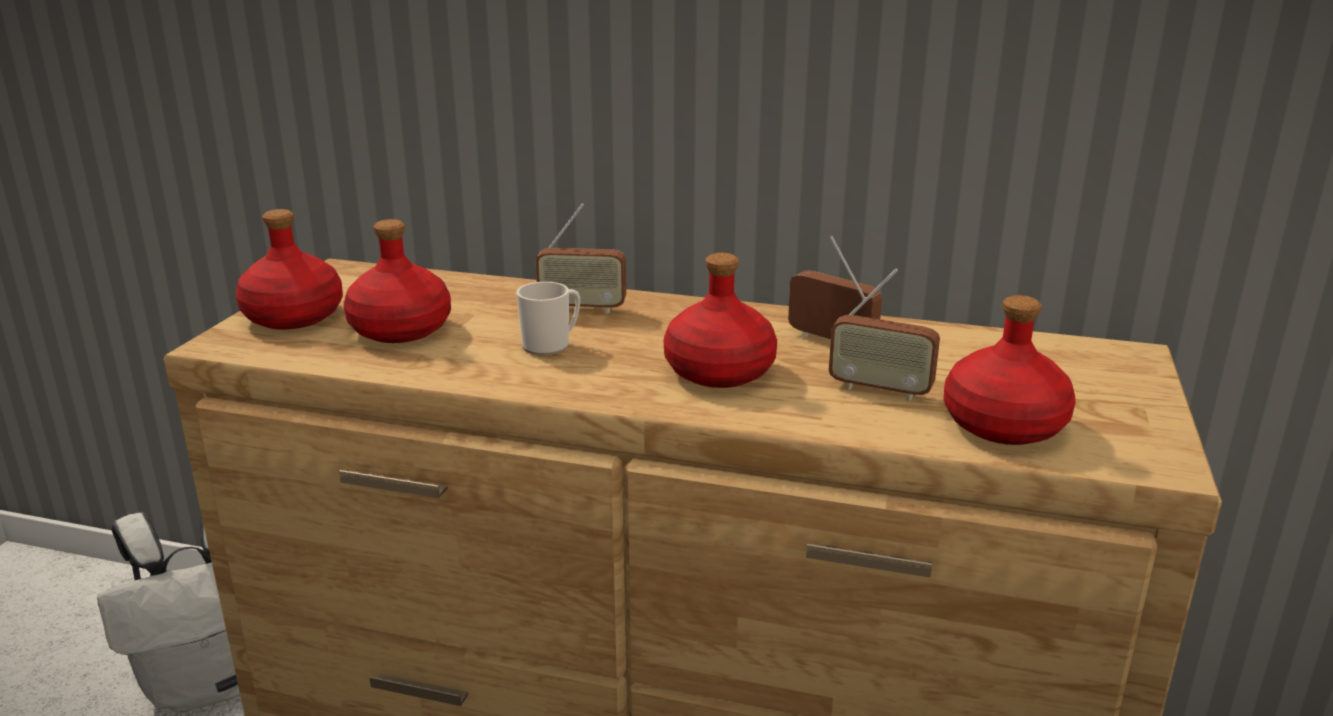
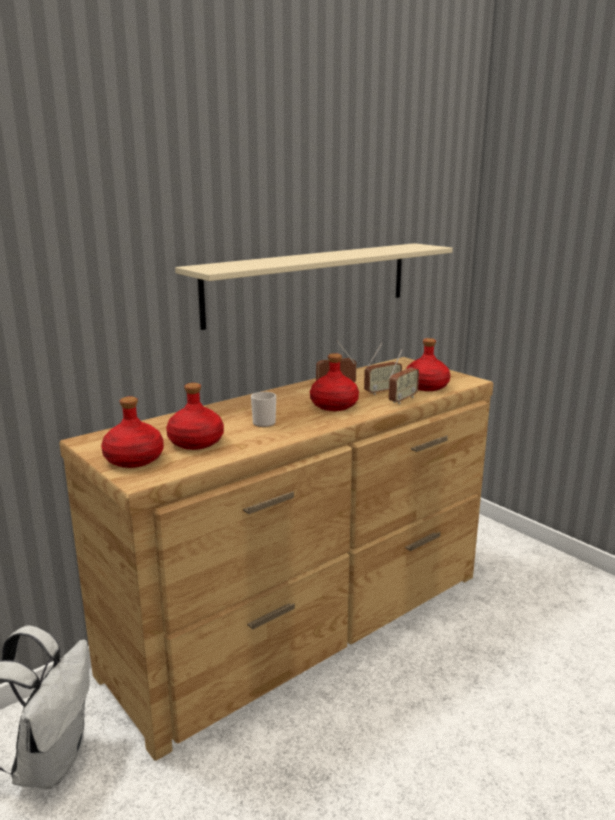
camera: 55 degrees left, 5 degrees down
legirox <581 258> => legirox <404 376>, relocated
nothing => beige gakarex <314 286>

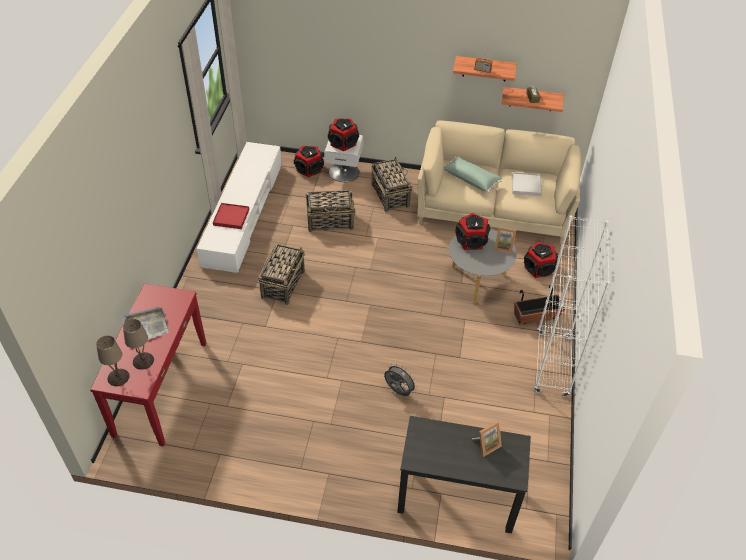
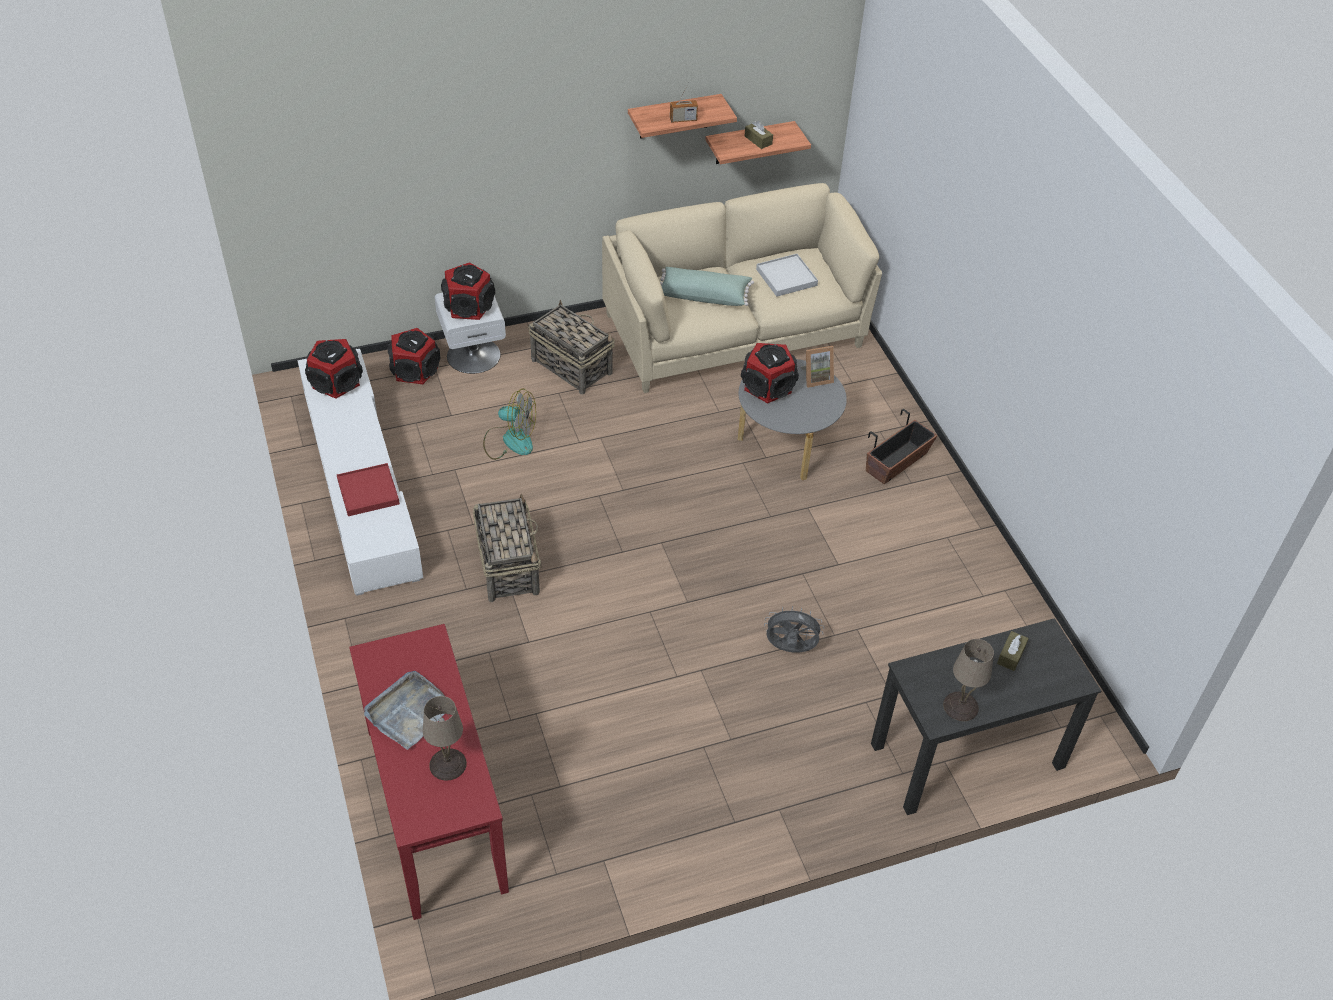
camera: 30 degrees left, 0 degrees up
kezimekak <330 211> => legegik <509 424>
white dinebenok <572 306> => nothing
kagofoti <541 260> => kagofoti <334 369>, relocated
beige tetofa <112 360> => beige tetofa <968 680>, relocated
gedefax <487 439> => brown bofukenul <1013 651>

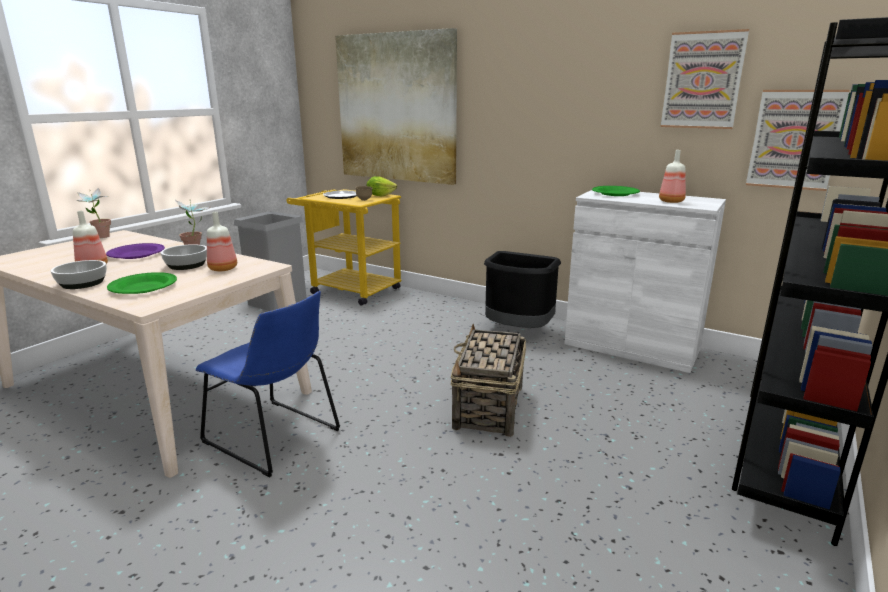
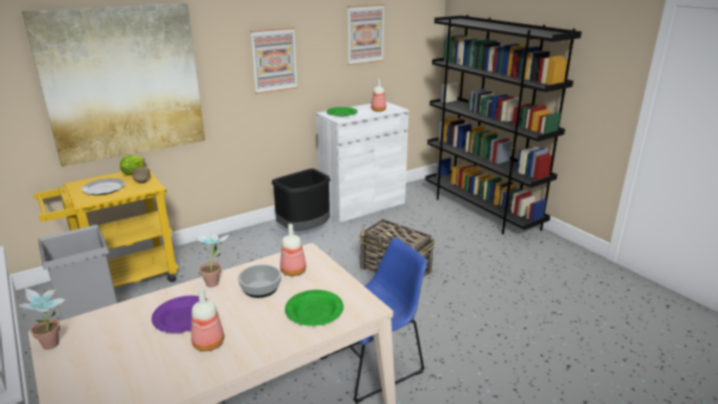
camera: 65 degrees left, 5 degrees up
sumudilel <797 140> => sumudilel <274 60>, relocated
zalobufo <79 274> => nothing

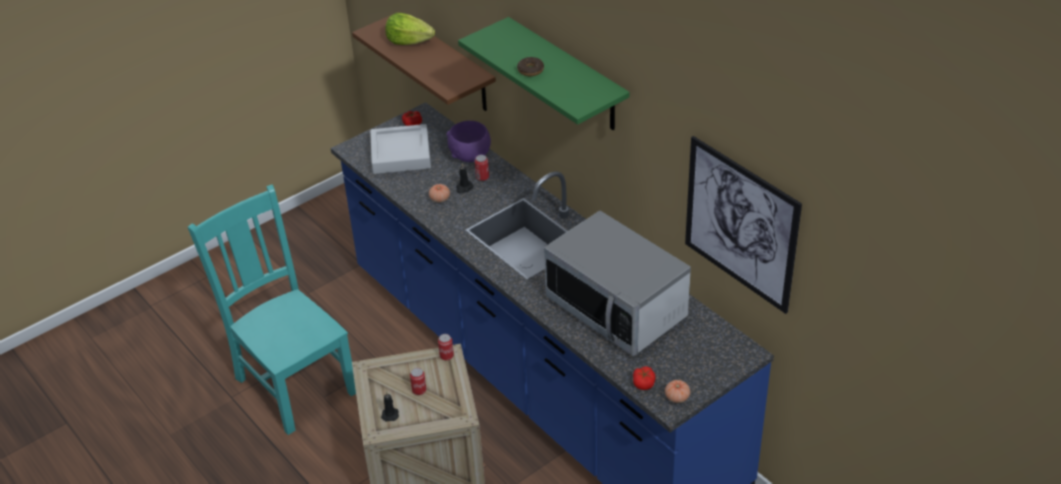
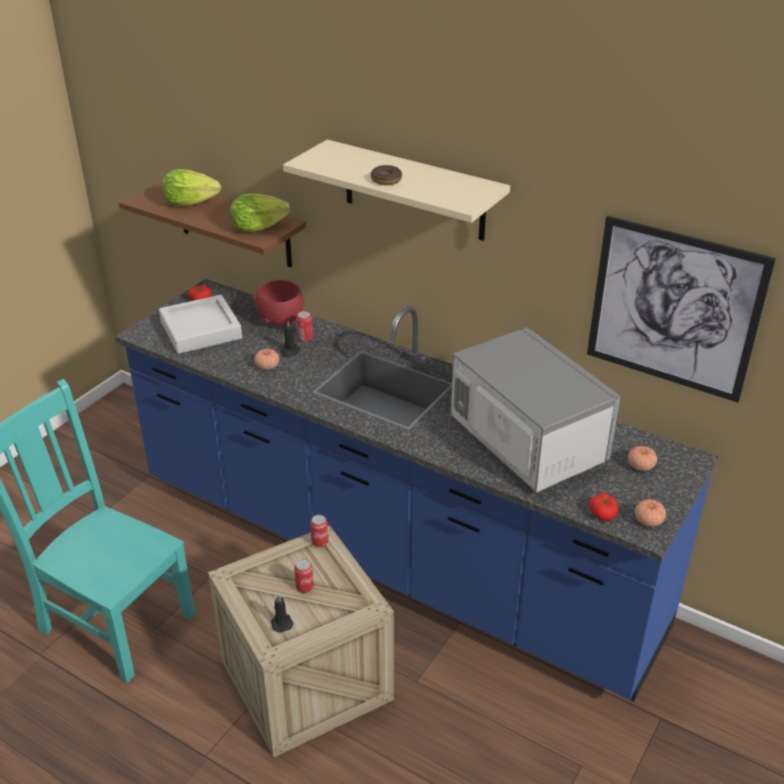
camera: 20 degrees left, 5 degrees down
green gakarex <544 73> => beige gakarex <396 190>
purple zalobufo <468 141> => red zalobufo <278 303>
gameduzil <617 283> => gameduzil <535 410>, 150 degrees counterclockwise
nothing => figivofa <260 213>
nothing => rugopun <642 458>

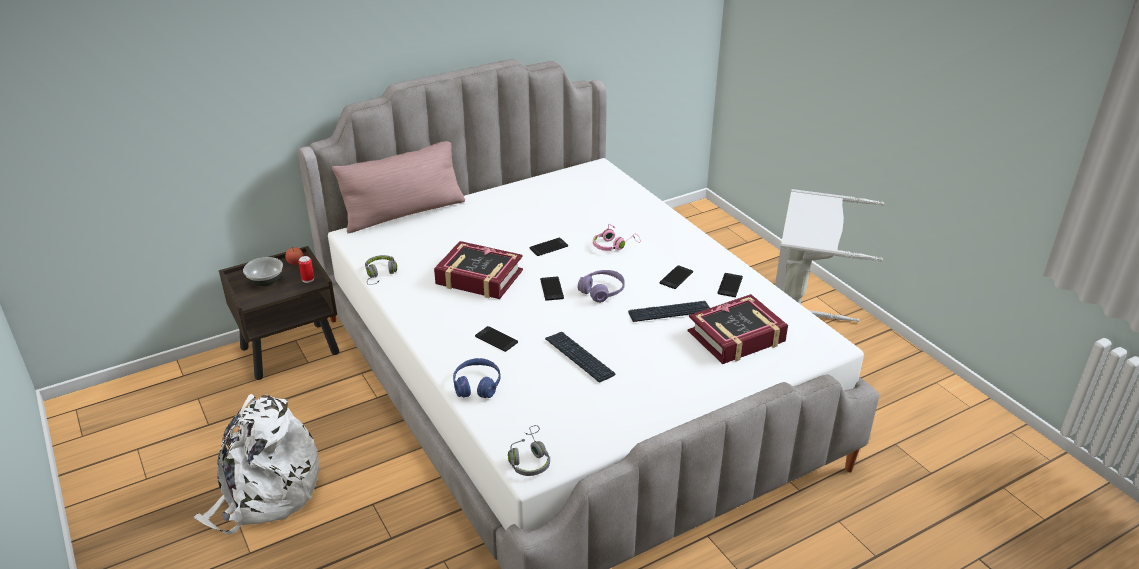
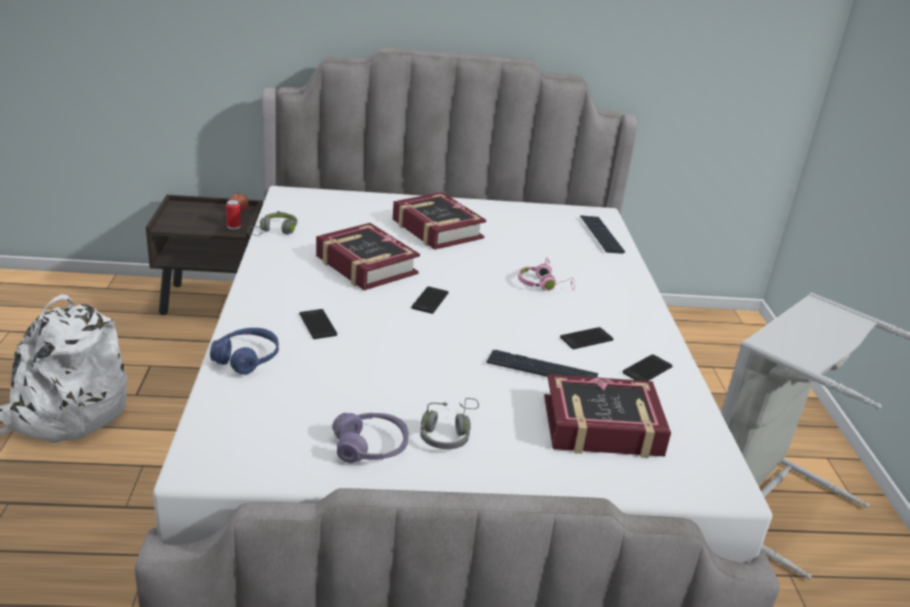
camera: 25 degrees right, 5 degrees down
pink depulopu <398 187> => nothing
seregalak <549 247> => nothing
zalobufo <263 271> => nothing
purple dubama <601 286> => purple dubama <370 438>, relocated
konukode <580 357> => konukode <602 234>, relocated
grey dubama <529 450> => grey dubama <449 423>, relocated
nothing => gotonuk <439 221>

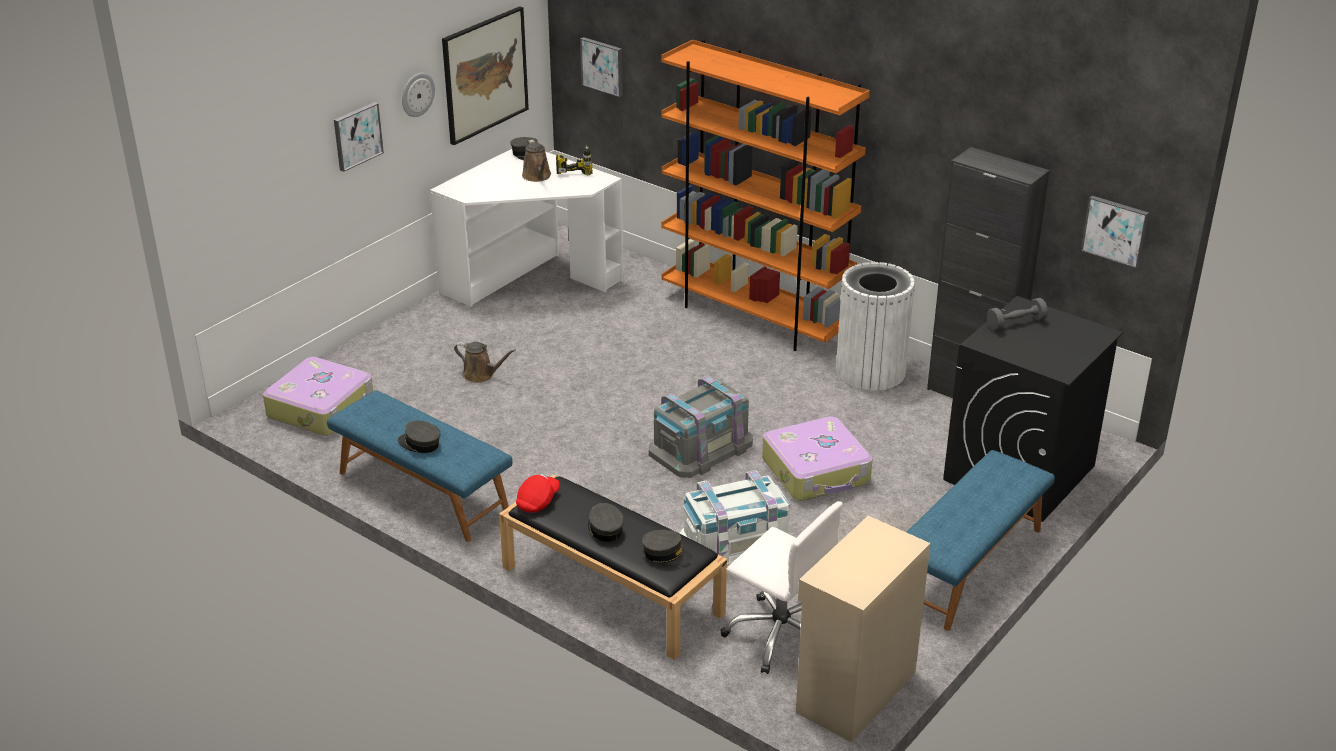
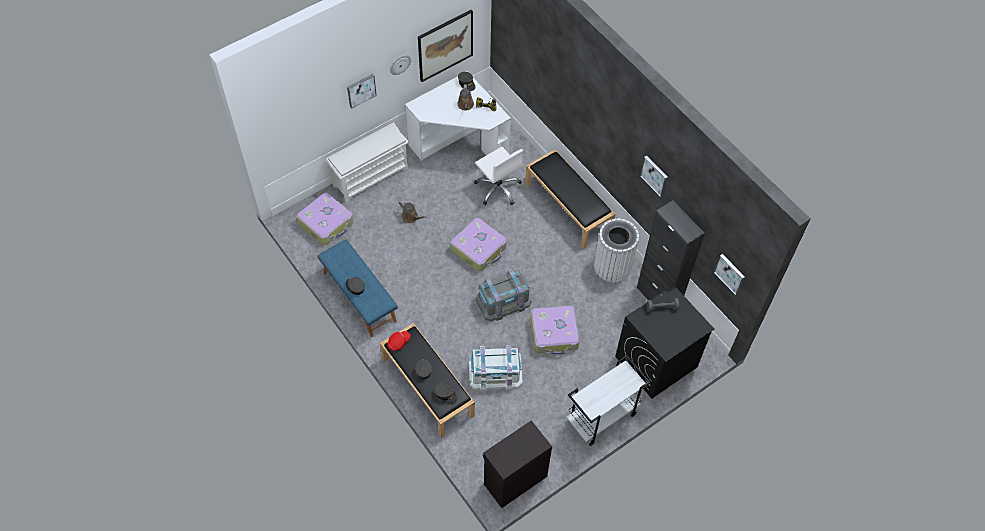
camera: 15 degrees right, 25 degrees up
sumudilel <601 67> => sumudilel <654 176>, relocated
orange dinebenok <765 195> => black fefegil <570 199>
blue fefegil <980 540> => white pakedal <608 400>
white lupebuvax <782 587> => white lupebuvax <498 176>, relocated
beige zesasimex <863 629> => black zesasimex <517 464>
nothing => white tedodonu <367 163>
nothing => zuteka <478 245>

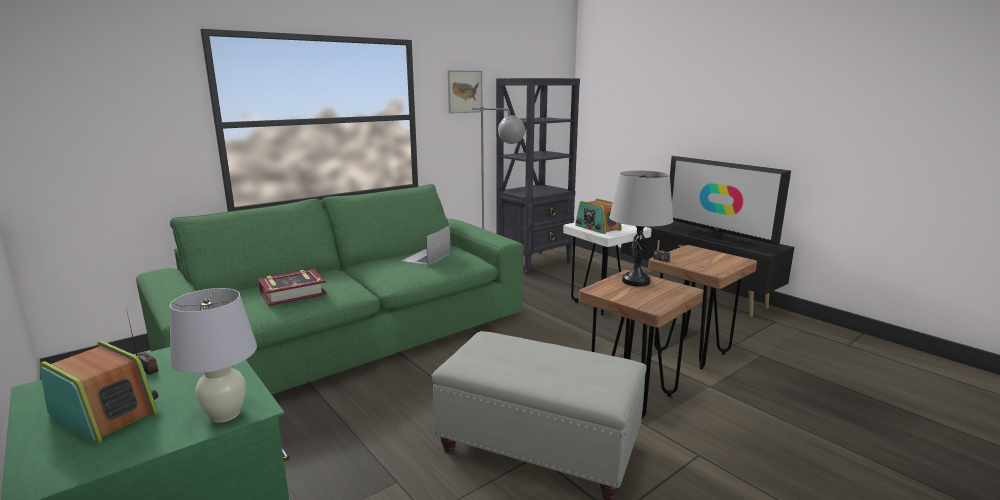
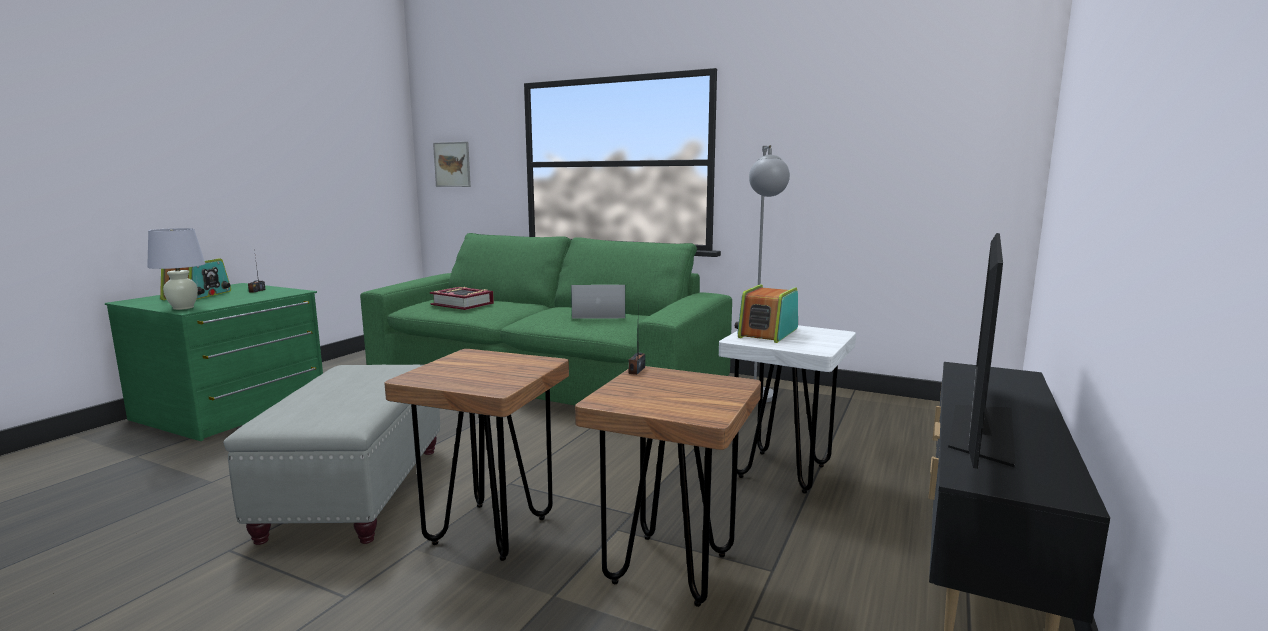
camera: 65 degrees right, 5 degrees down
sumudilel <465 92> => sumudilel <452 164>, relocated
black dinebenok <538 176> => nothing
grey tetofa <641 228> => nothing

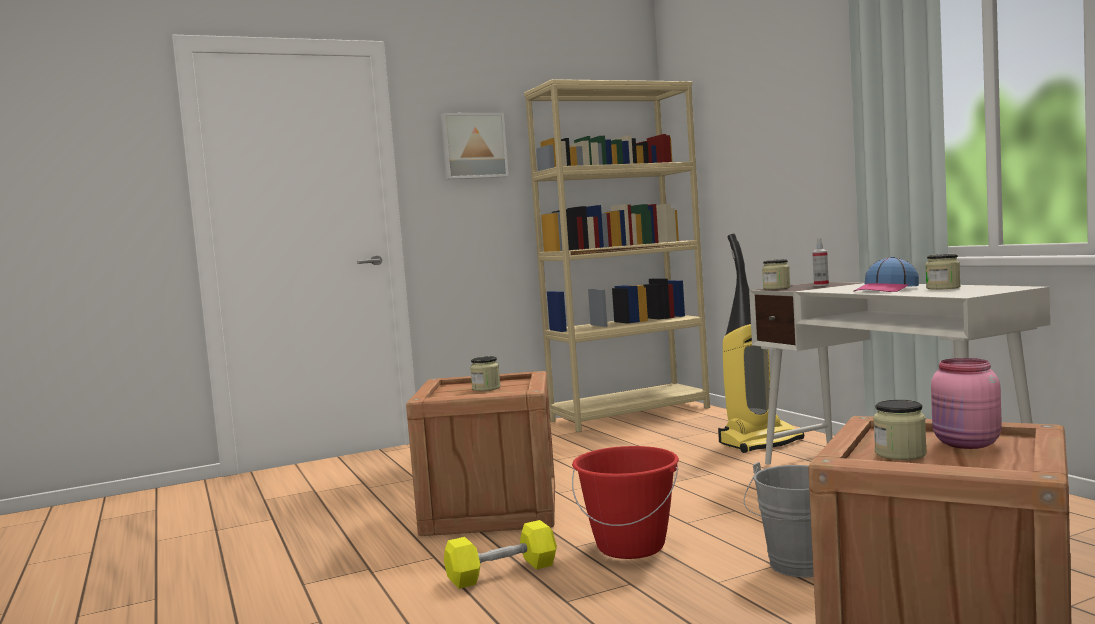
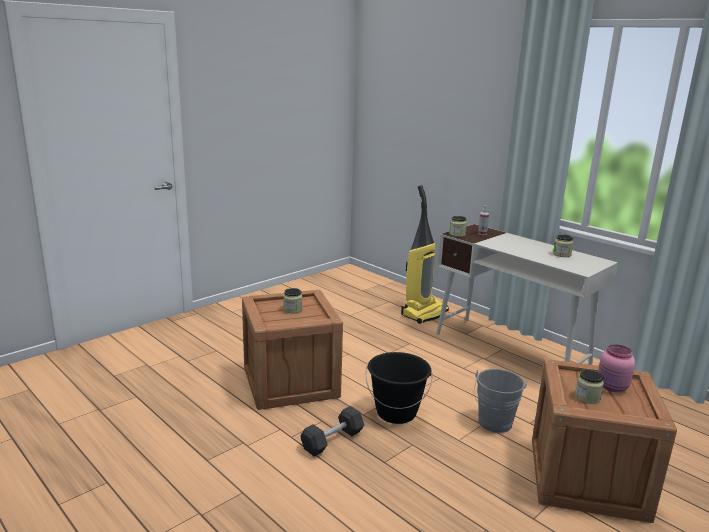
camera: 20 degrees left, 15 degrees up
beige dinebenok <617 255> => nothing
sumudilel <475 146> => nothing
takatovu <886 274> => nothing
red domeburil <625 502> => black domeburil <399 388>
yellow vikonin <500 554> => black vikonin <332 431>

